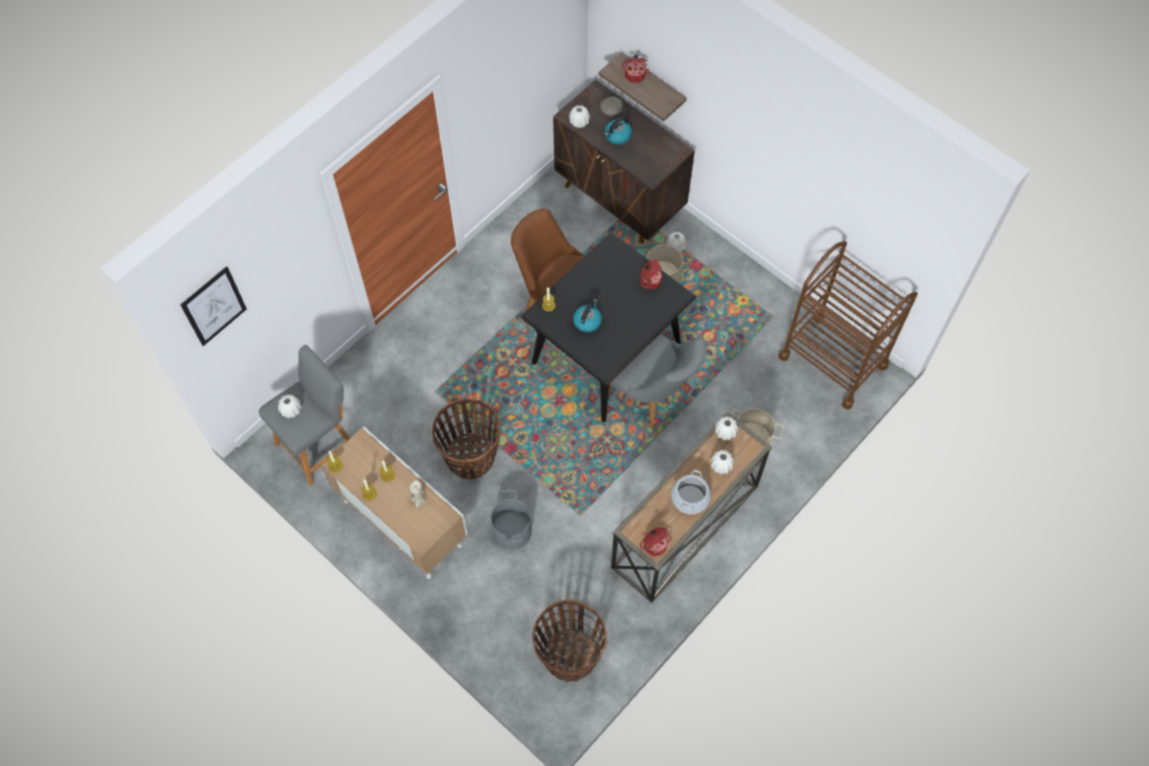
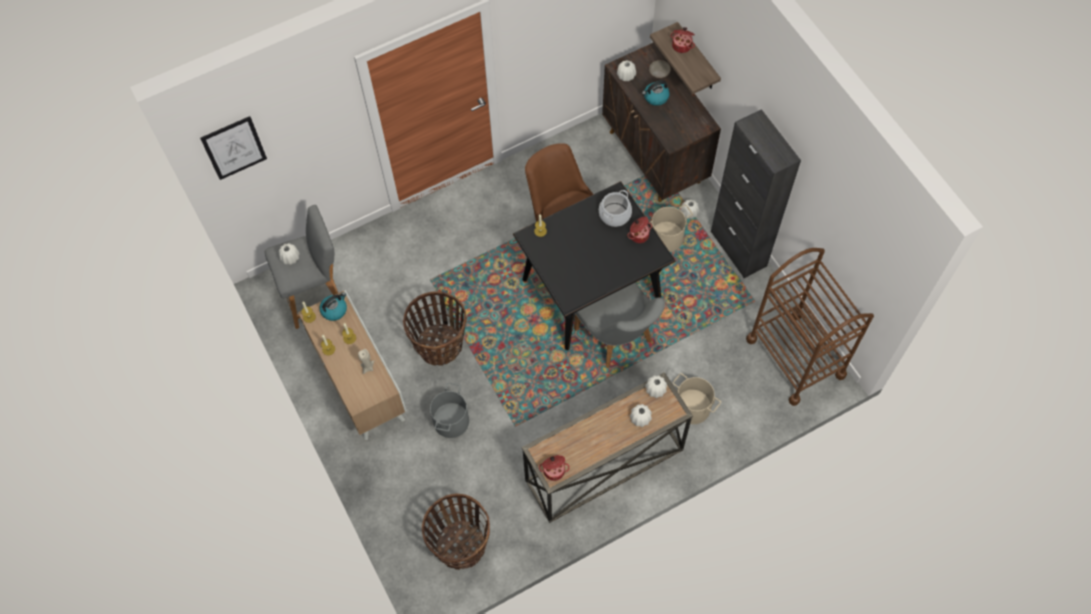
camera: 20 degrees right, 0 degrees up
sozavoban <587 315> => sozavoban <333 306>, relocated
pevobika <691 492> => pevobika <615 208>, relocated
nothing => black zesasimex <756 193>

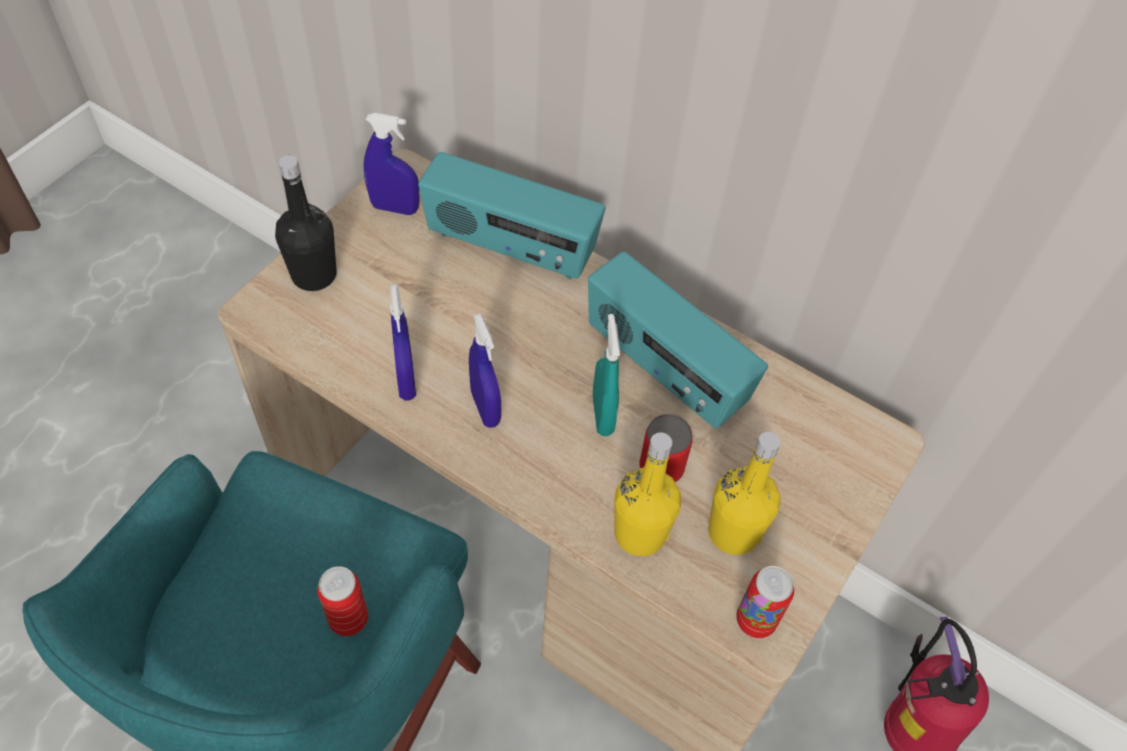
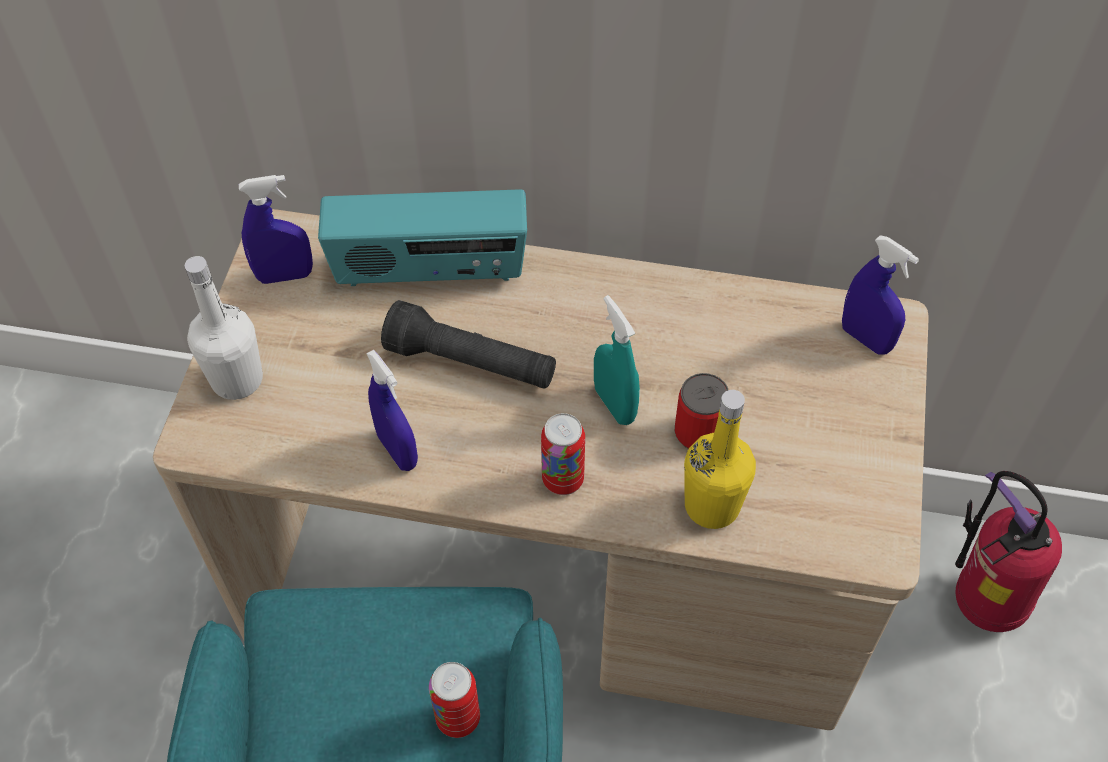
camera: 20 degrees left, 0 degrees up
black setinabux <306 223> => white setinabux <224 328>
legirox <678 339> => nothing
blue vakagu <485 370> => blue vakagu <880 295>, relocated
yellow setinabux <745 493> => nothing
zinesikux <765 602> => zinesikux <563 454>, relocated
nothing => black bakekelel <468 344>

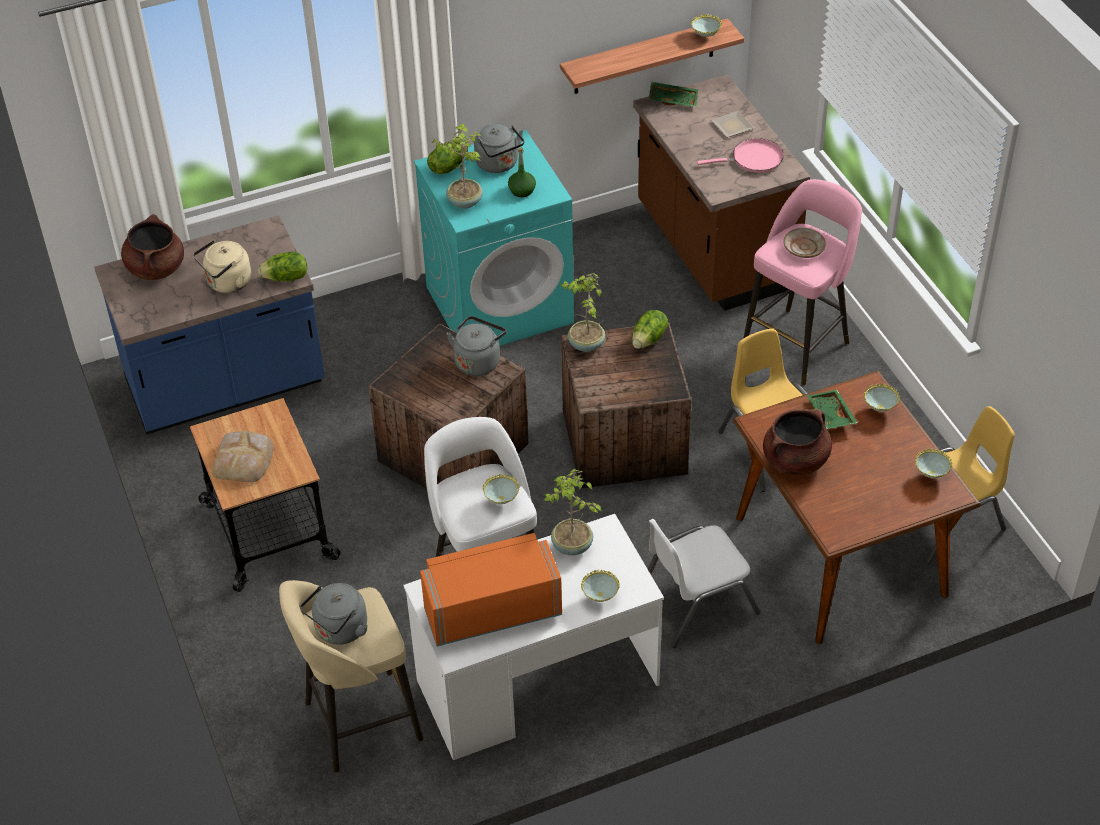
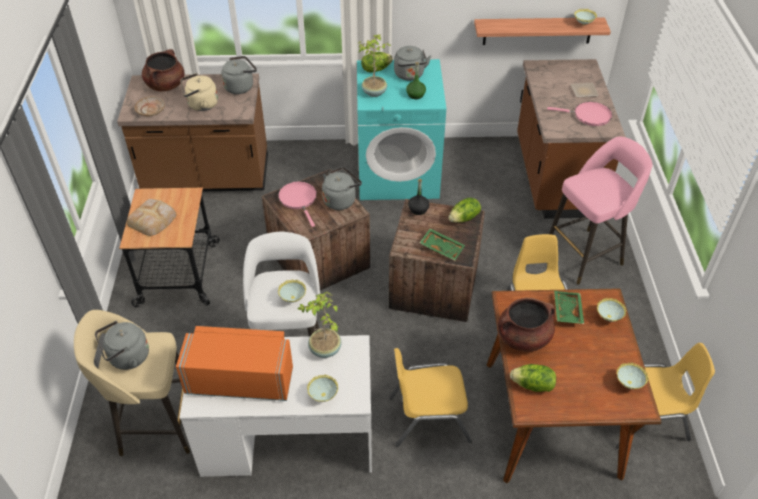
camera: 20 degrees right, 0 degrees up
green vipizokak <673 94> => green vipizokak <442 244>, relocated
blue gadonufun <209 325> => brown gadonufun <192 132>
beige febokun <805 243> => beige febokun <150 106>, relocated
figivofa <282 267> => figivofa <533 378>, relocated
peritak <583 312> => black setinabux <419 197>
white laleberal <704 583> => yellow laleberal <430 397>
nothing => grey sozavoban <239 75>
nothing => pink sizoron <297 204>

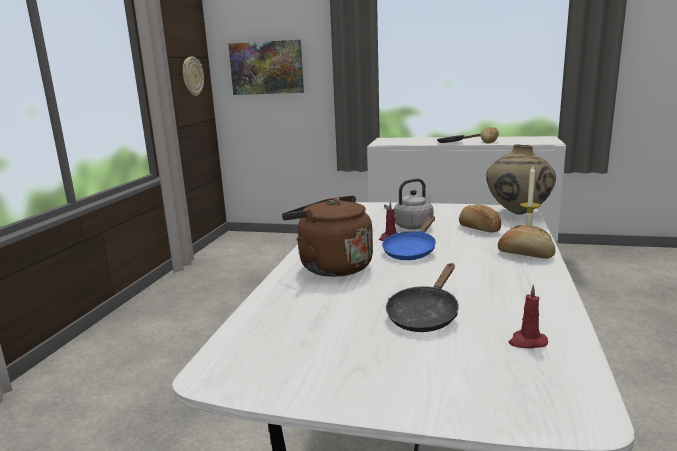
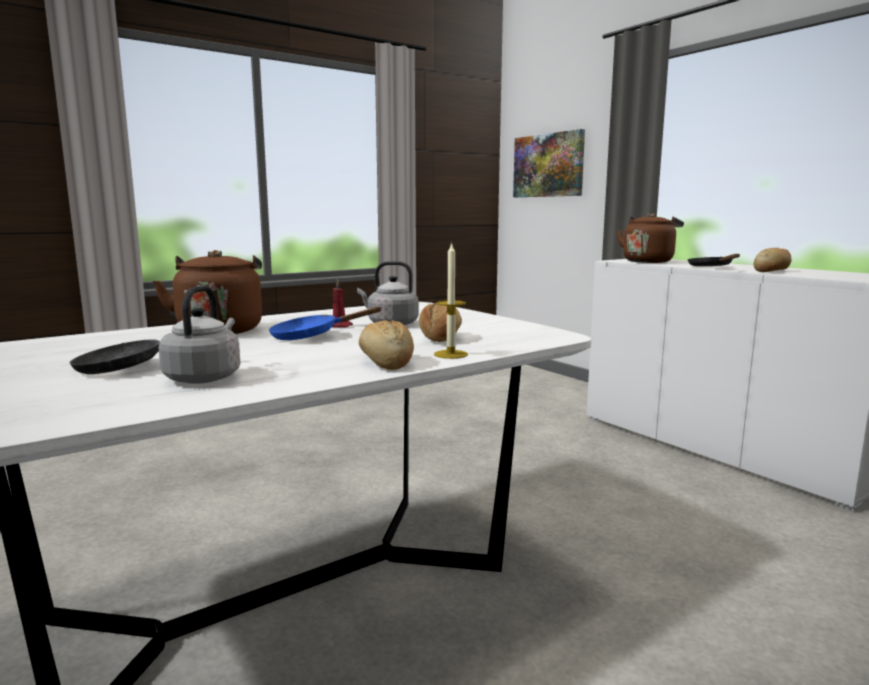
camera: 40 degrees right, 5 degrees down
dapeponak <193 76> => nothing
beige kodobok <521 179> => nothing
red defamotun <528 317> => nothing
nothing => brown sozavoban <650 238>
nothing => grey sozavoban <200 335>

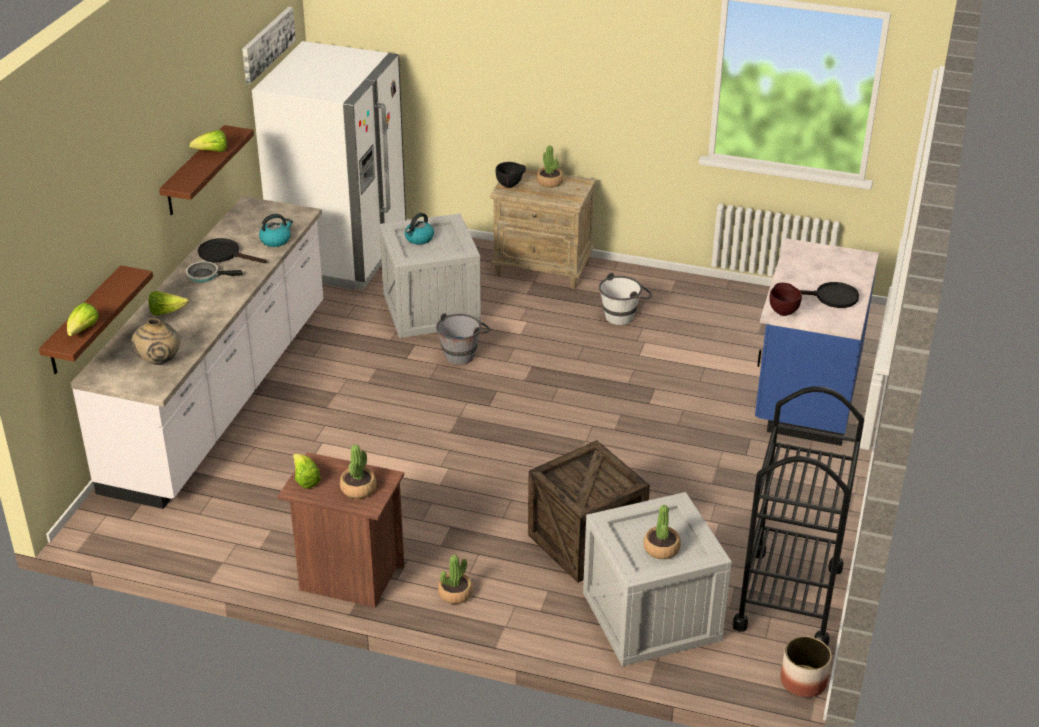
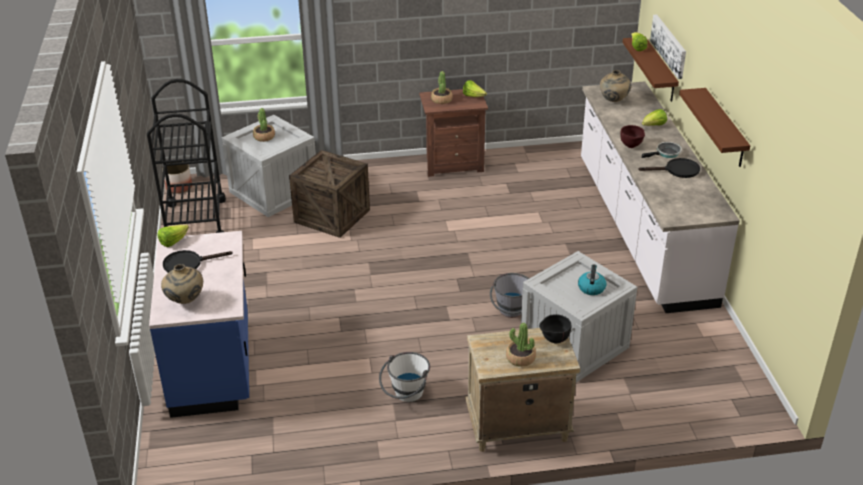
camera: 155 degrees right, 0 degrees up
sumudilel <269 45> => sumudilel <668 47>, relocated
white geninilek <329 165> => nothing
figivofa <208 141> => figivofa <173 236>, relocated
sozavoban <276 230> => nothing
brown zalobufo <786 299> => brown zalobufo <632 136>, relocated
peritak <455 579> => nothing
nothing => beige kodobok <182 284>

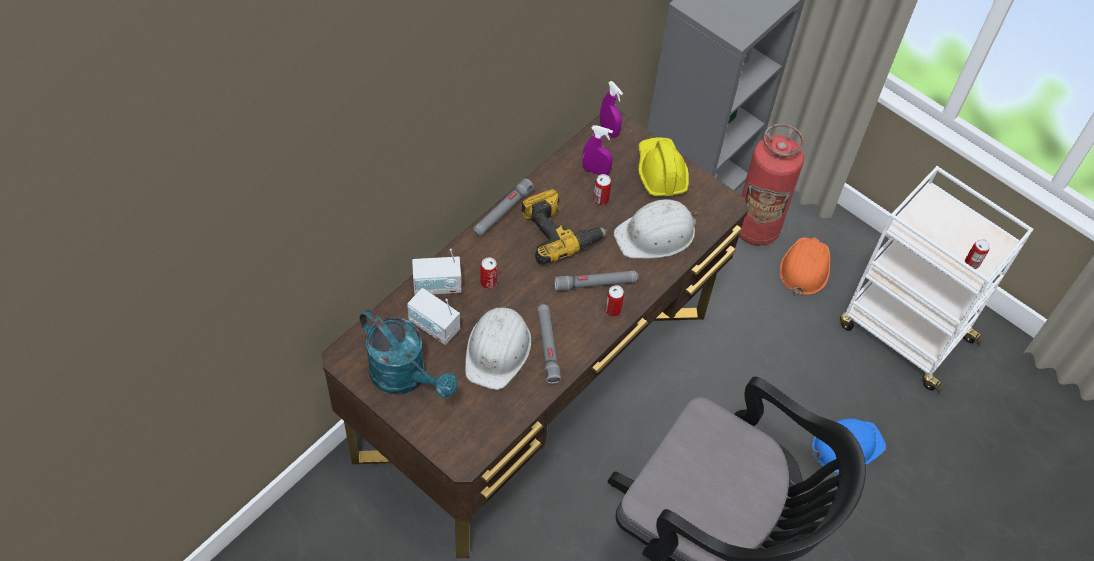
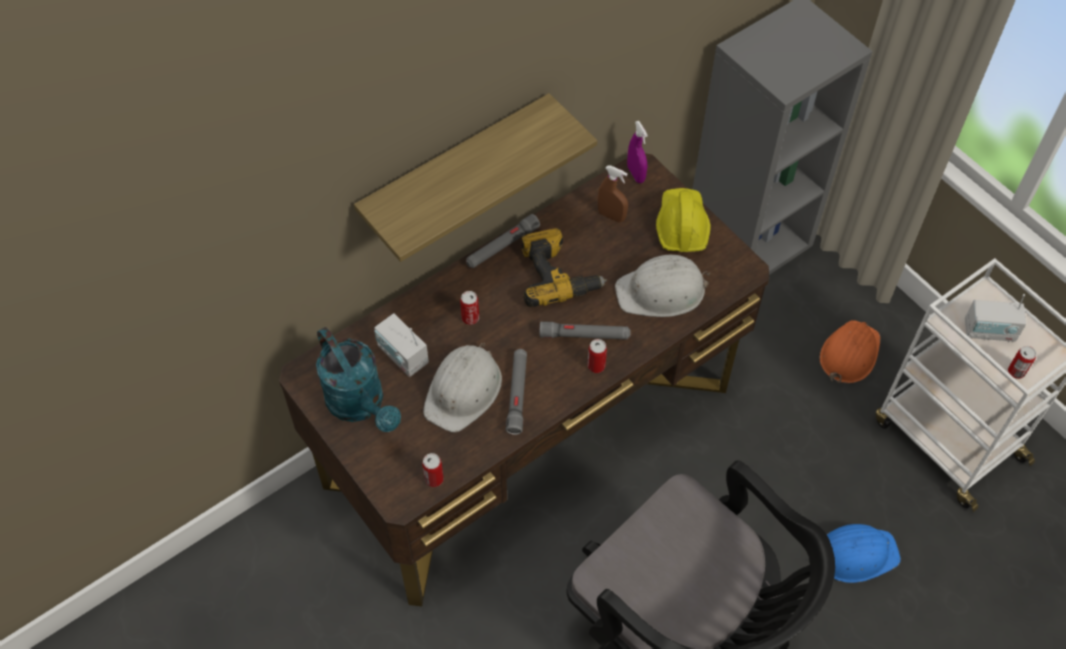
camera: 15 degrees right, 0 degrees up
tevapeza <771 184> => nothing
purple vakagu <597 150> => brown vakagu <612 194>
zinesikux <602 189> => zinesikux <433 470>, relocated
legirox <436 271> => legirox <995 318>, relocated
nothing => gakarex <475 177>

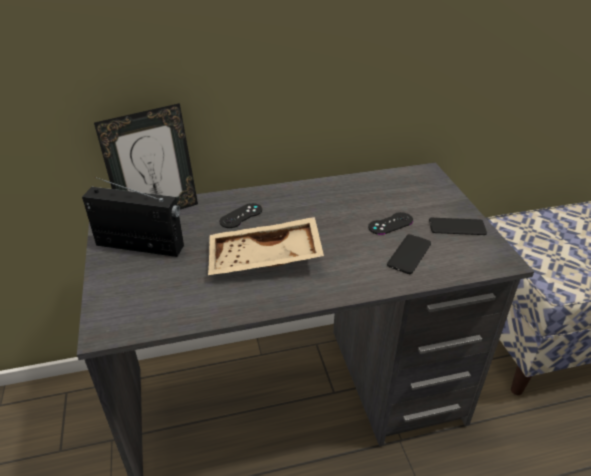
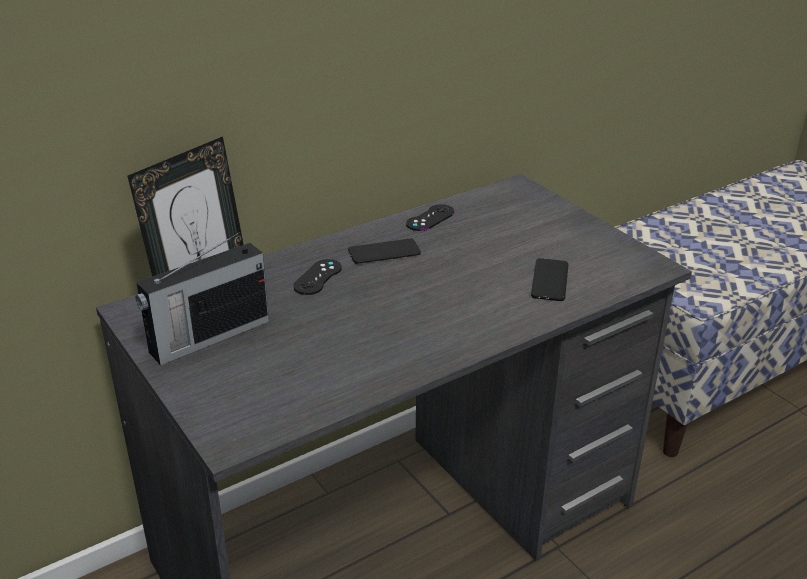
camera: 20 degrees left, 5 degrees down
legirox <133 217> => legirox <202 299>, 150 degrees clockwise
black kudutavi <390 223> => black kudutavi <430 217>, relocated
beige vipizokak <266 246> => nothing
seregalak <458 226> => seregalak <384 251>, relocated

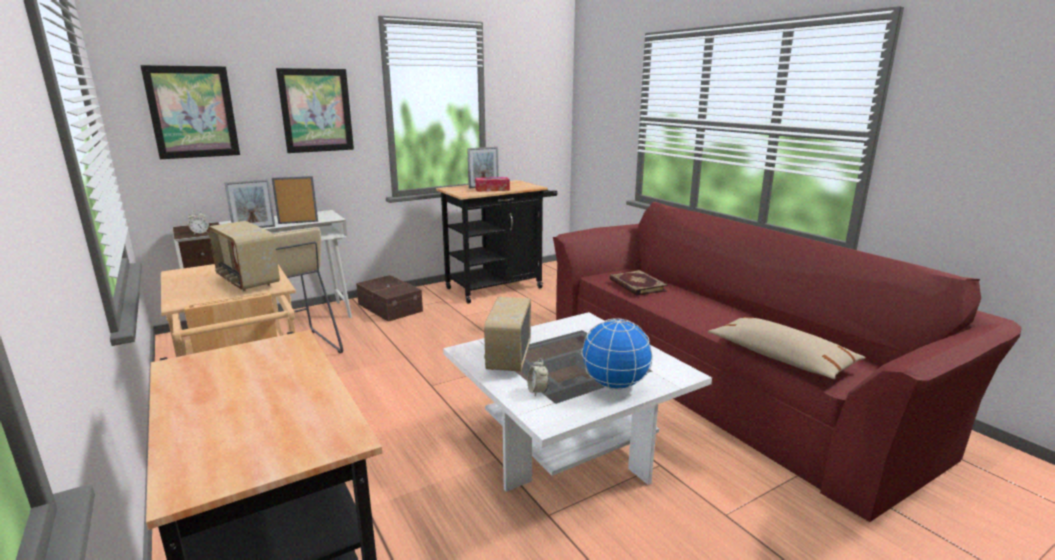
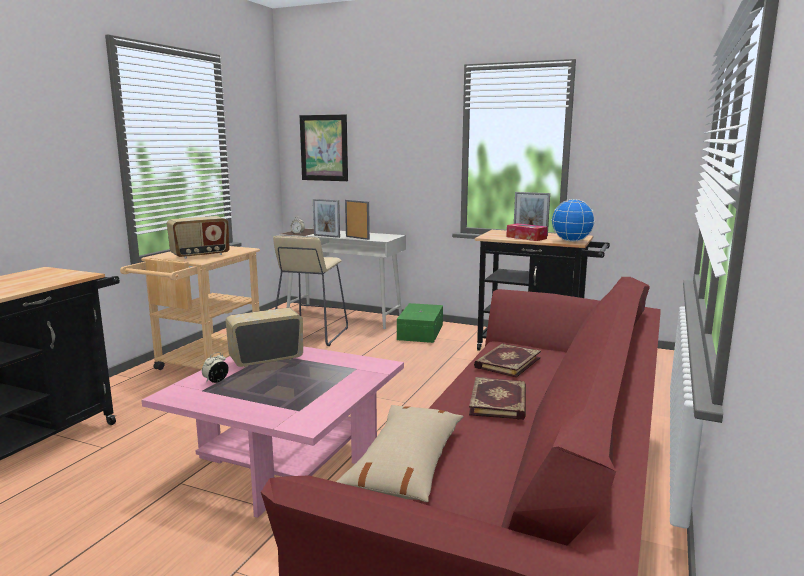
camera: 55 degrees right, 5 degrees down
sumudilel <315 110> => nothing
legirox <244 256> => legirox <198 237>, 135 degrees counterclockwise
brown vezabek <389 298> => green vezabek <420 323>
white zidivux <577 402> => pink zidivux <272 432>
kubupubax <617 354> => kubupubax <573 220>, relocated
nothing => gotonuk <497 398>

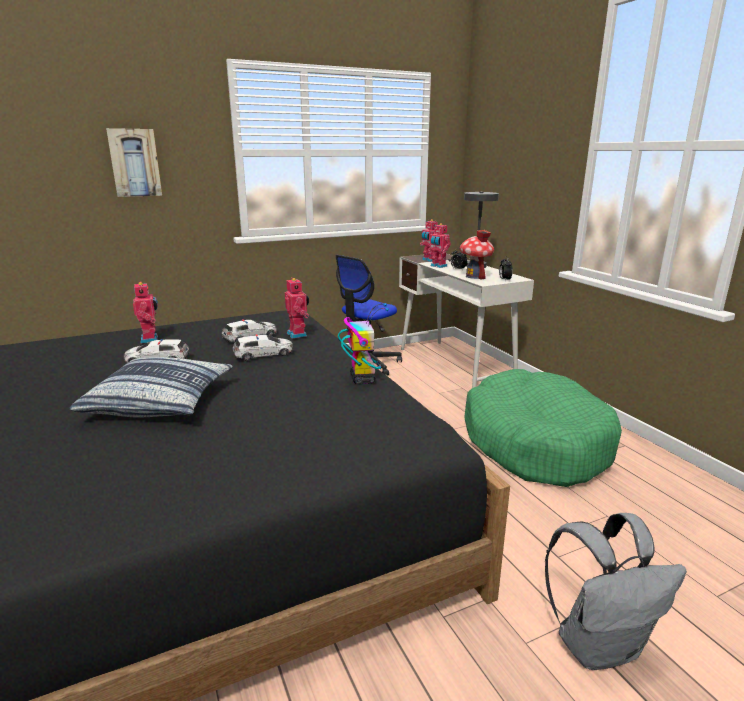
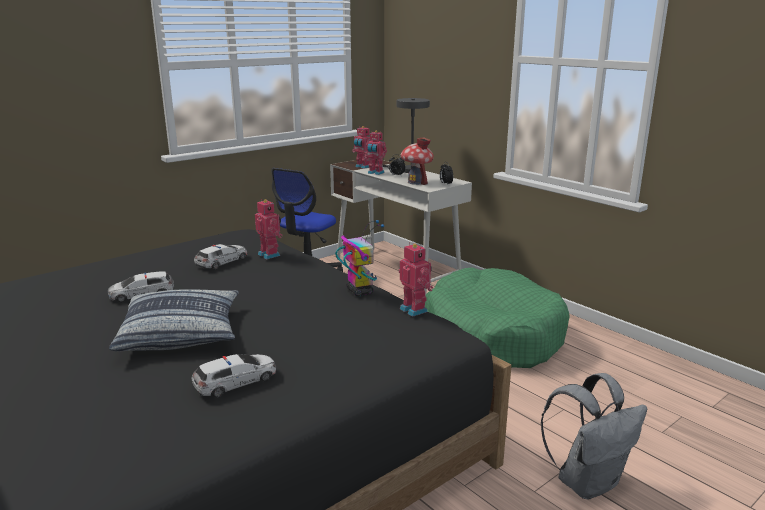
camera: 15 degrees left, 0 degrees up
sumudilel <134 162> => nothing
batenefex <145 312> => batenefex <416 279>, relocated
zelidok <263 347> => zelidok <233 376>, relocated

